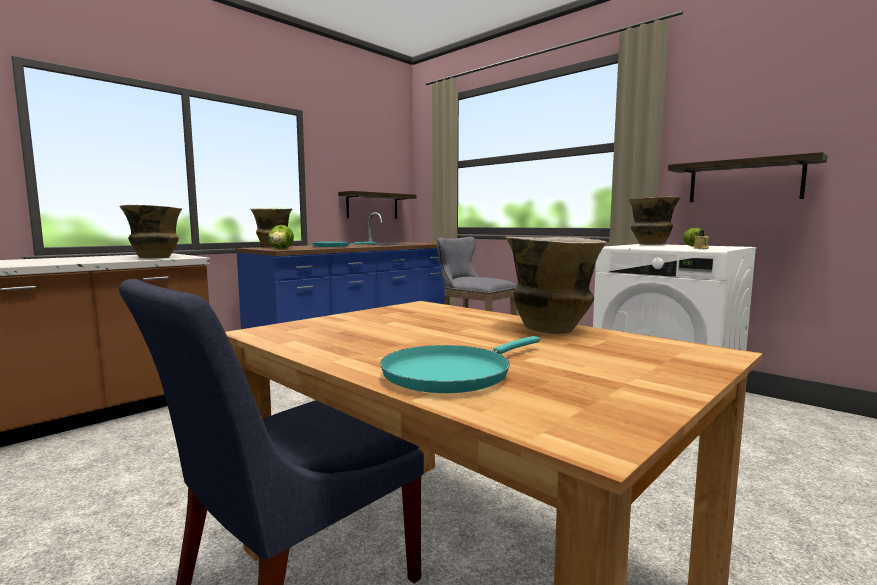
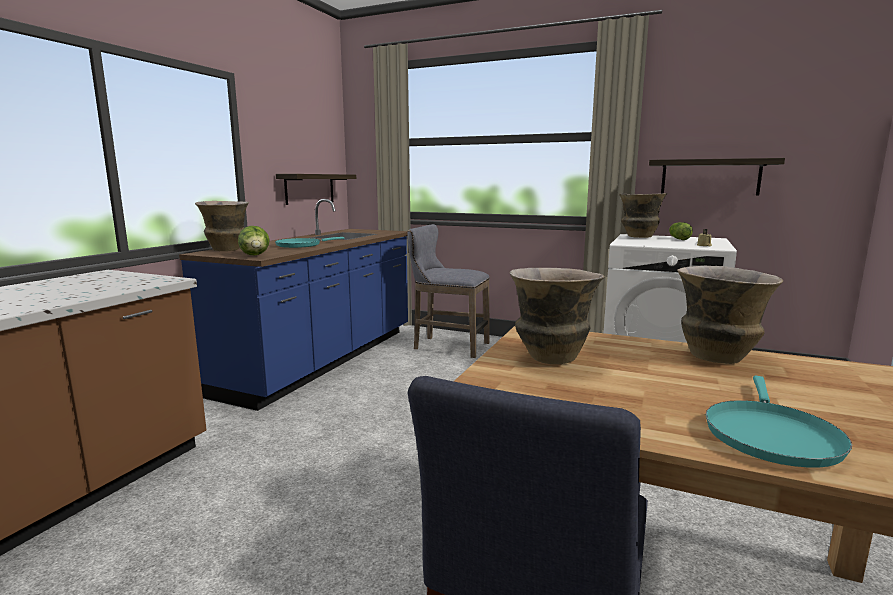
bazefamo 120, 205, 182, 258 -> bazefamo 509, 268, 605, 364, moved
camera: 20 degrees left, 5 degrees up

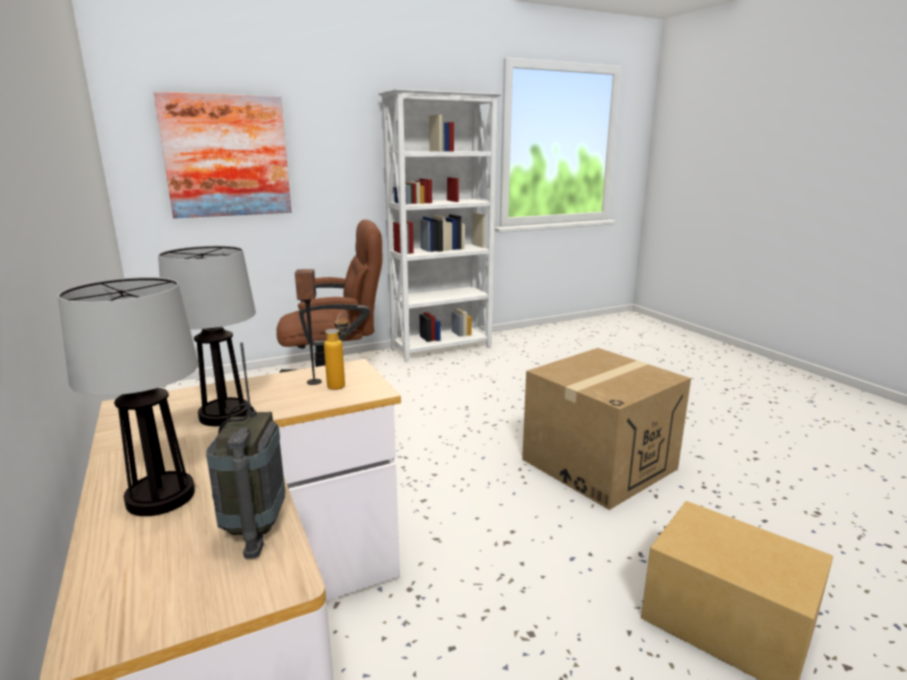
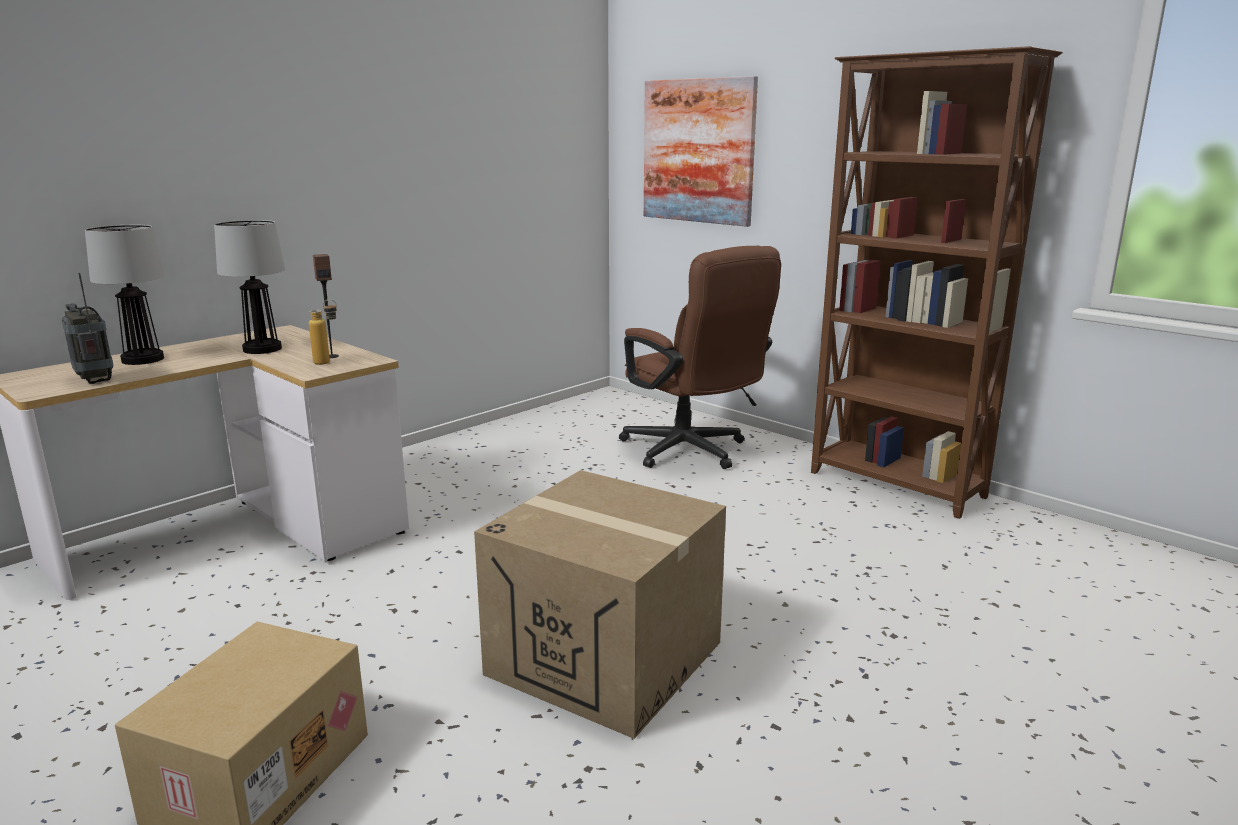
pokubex 206, 343, 285, 559 -> pokubex 62, 273, 114, 384, 75 degrees clockwise
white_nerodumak 378, 89, 502, 362 -> brown_nerodumak 811, 46, 1063, 519
camera: 70 degrees right, 0 degrees up

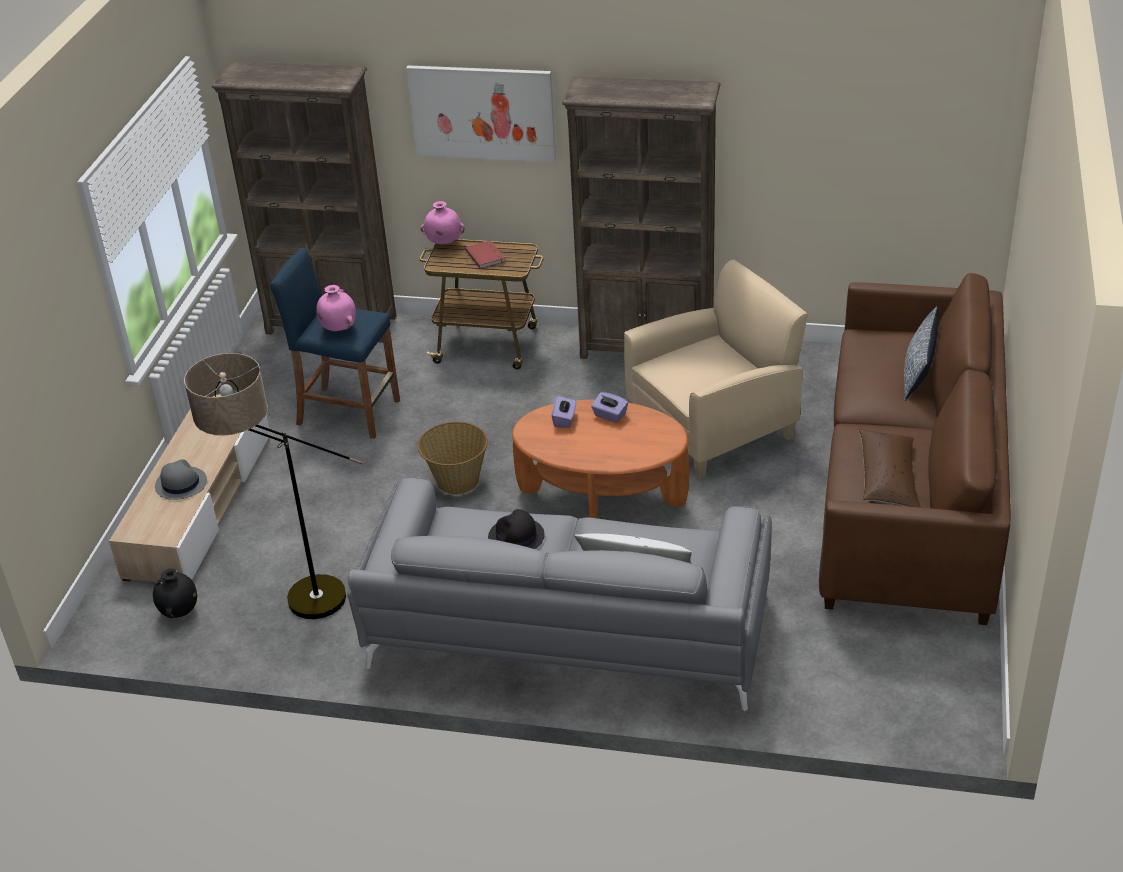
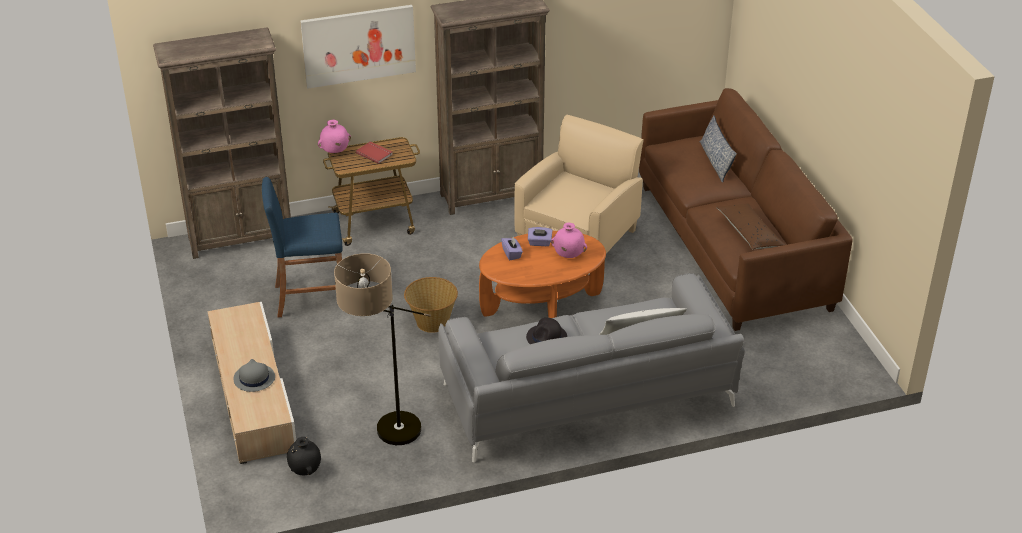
pink_bazefamo 316, 285, 356, 331 -> pink_bazefamo 551, 223, 587, 258, moved
camera: 30 degrees left, 0 degrees up

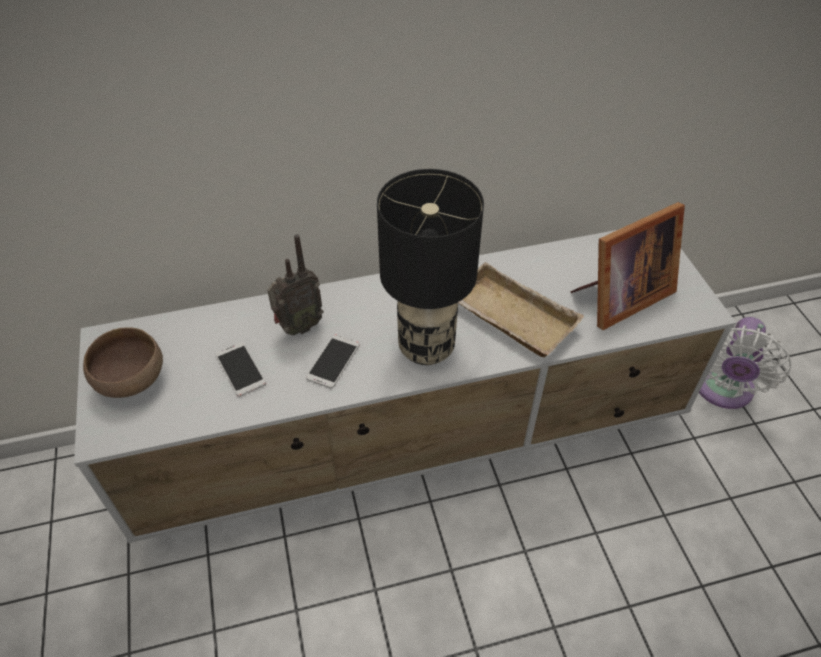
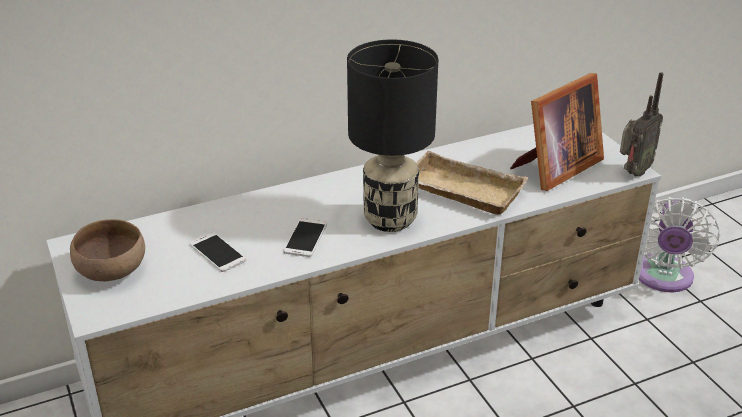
pokubex 267, 234, 324, 335 -> pokubex 620, 72, 664, 177, moved
camera: 10 degrees left, 15 degrees down

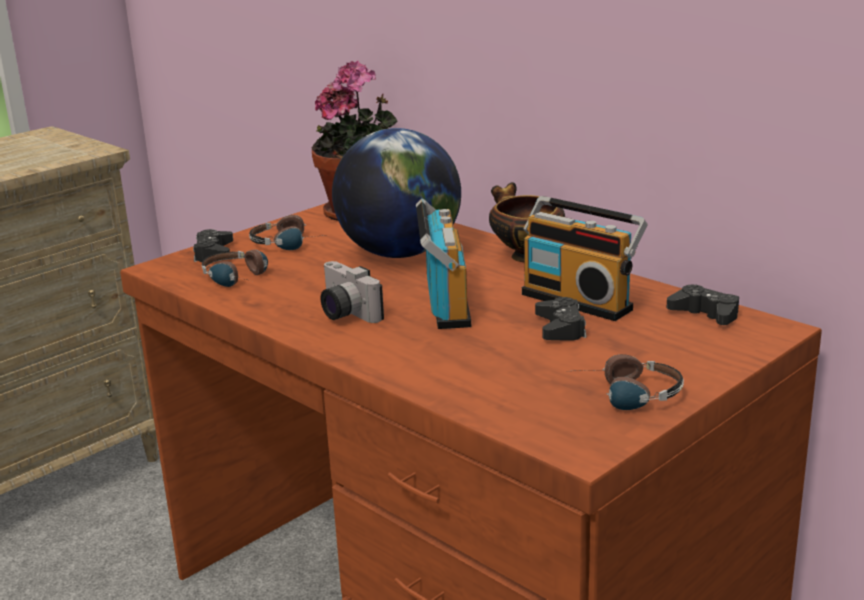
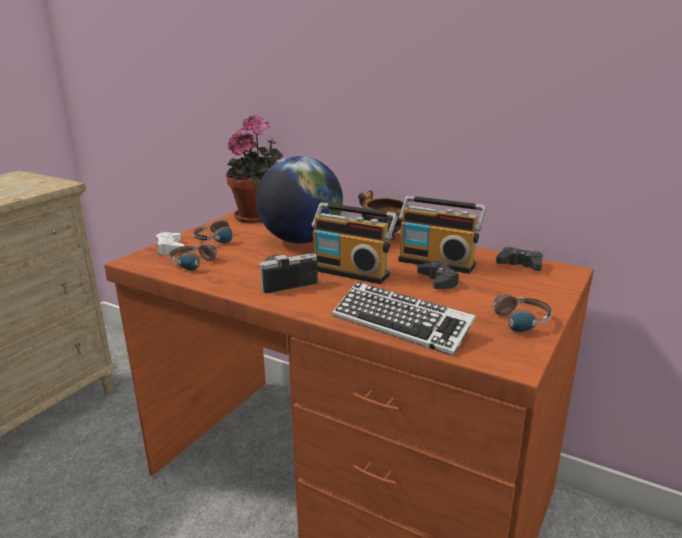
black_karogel 193, 229, 233, 262 -> white_karogel 156, 232, 184, 255
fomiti 321, 261, 384, 323 -> fomiti 259, 253, 318, 293, 120 degrees clockwise
pokubex 416, 198, 471, 329 -> pokubex 311, 202, 398, 284, 135 degrees clockwise
none -> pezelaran 332, 282, 476, 356
camera: 15 degrees left, 0 degrees up

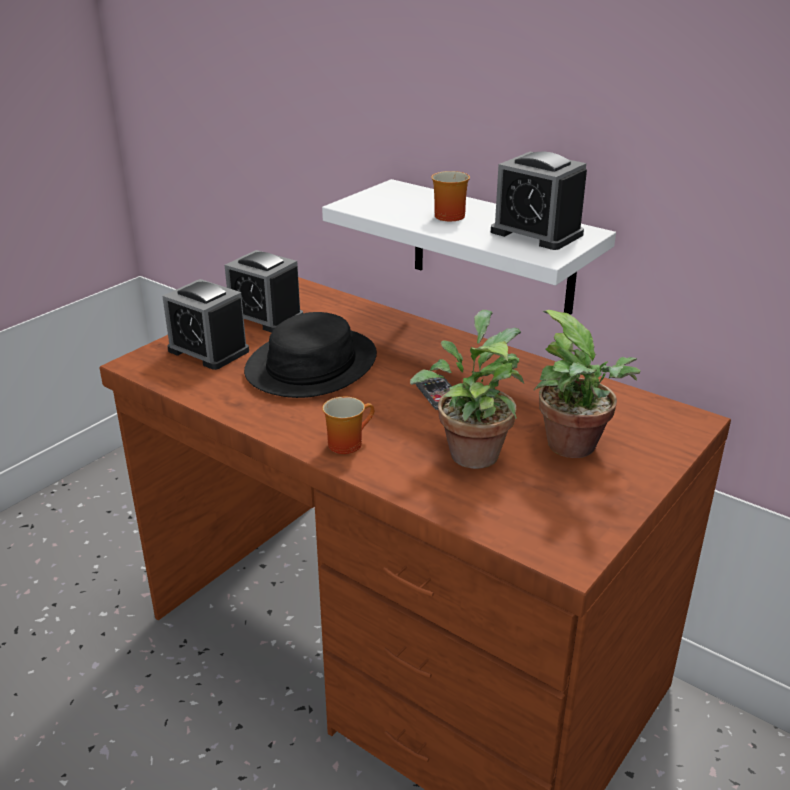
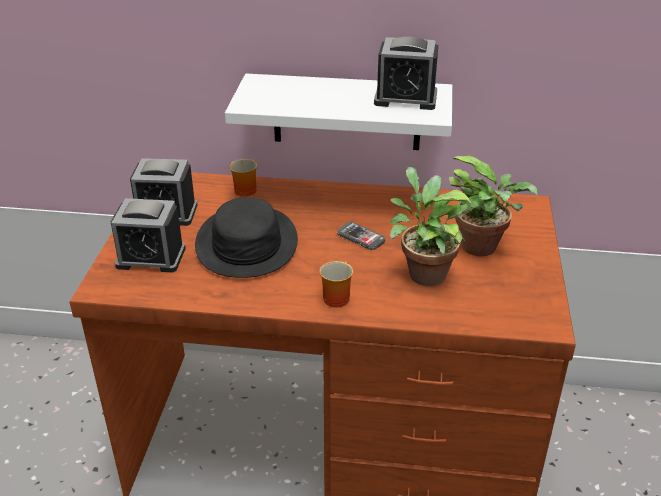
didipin 431, 171, 470, 221 -> didipin 229, 159, 257, 197, moved
camera: 30 degrees left, 5 degrees up

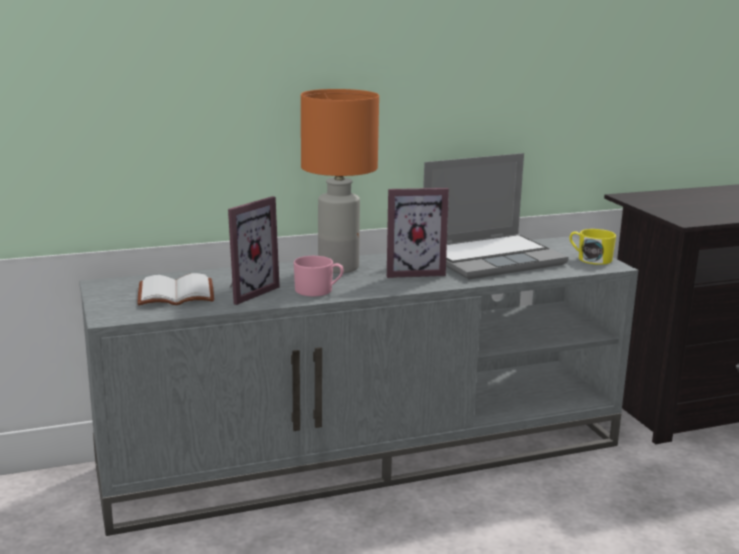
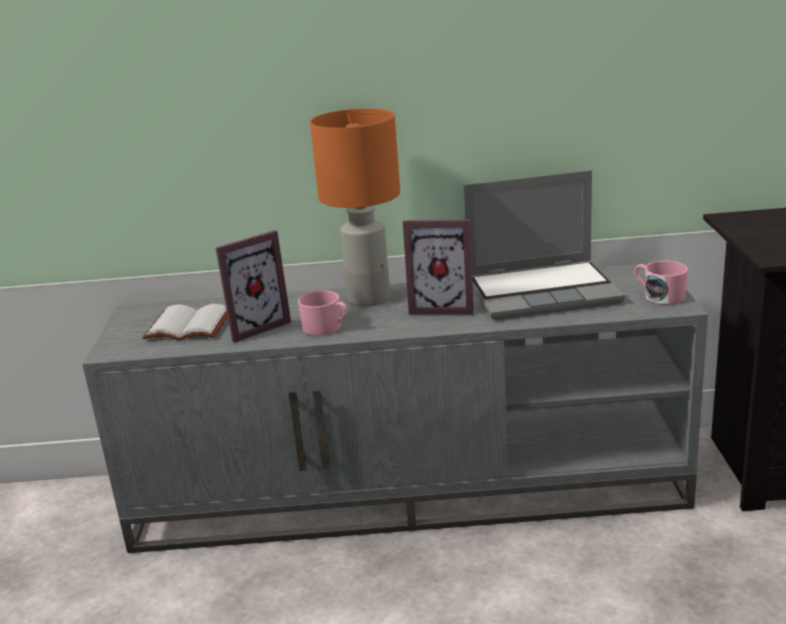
yellow_didipin 569, 229, 616, 265 -> pink_didipin 635, 261, 688, 305
camera: 20 degrees right, 5 degrees up

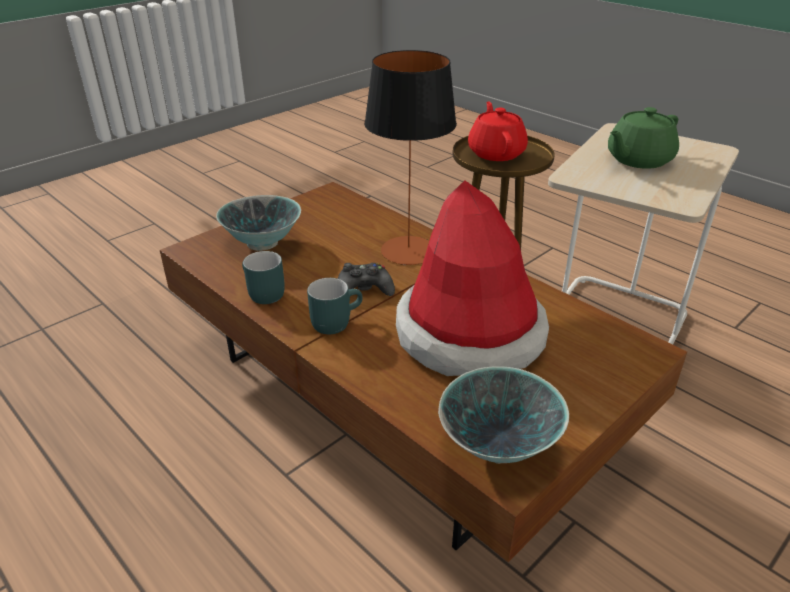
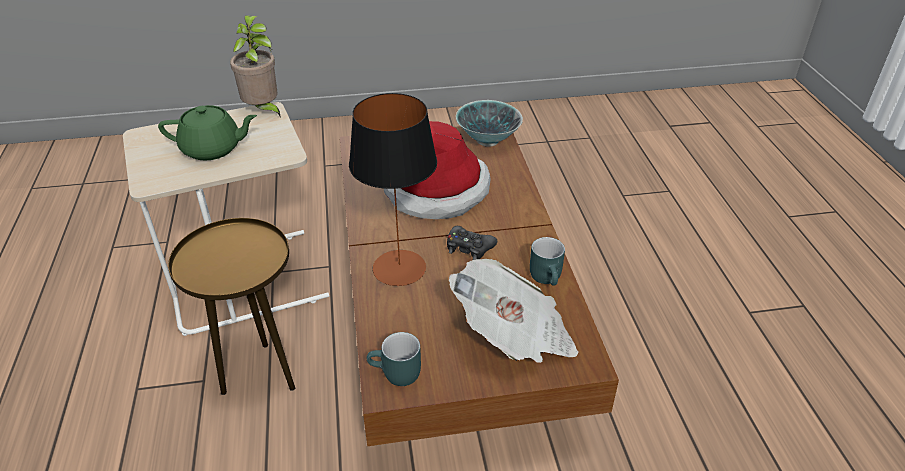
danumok 216, 195, 301, 251 -> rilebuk 449, 259, 578, 363
turquoise_didipin 307, 278, 363, 334 -> turquoise_didipin 367, 332, 421, 386, moved
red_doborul 468, 101, 528, 161 -> none
none -> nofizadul 230, 15, 281, 118
camera: 145 degrees left, 5 degrees up

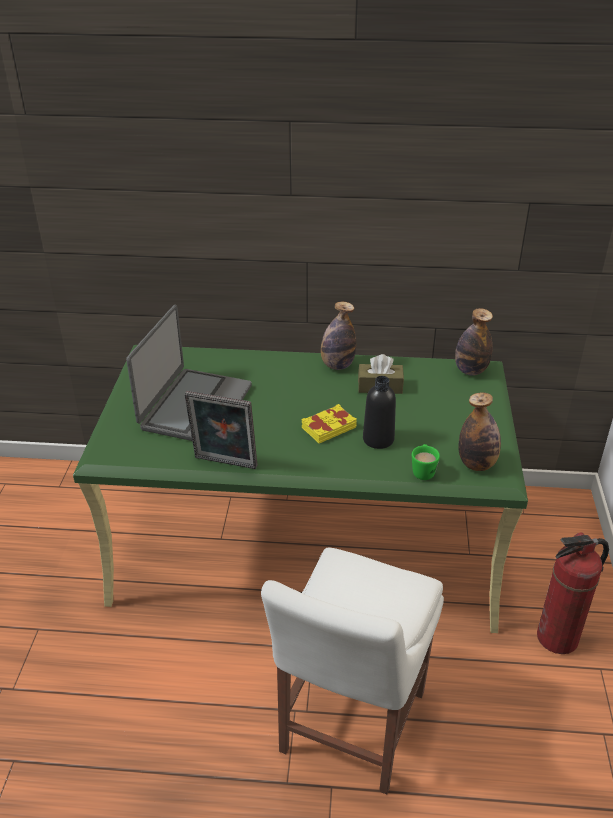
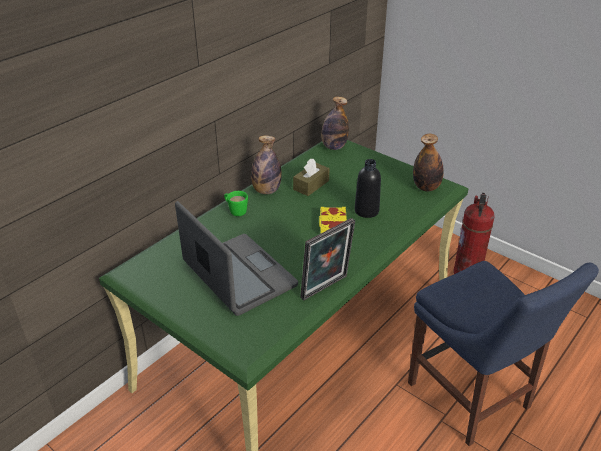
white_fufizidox 261, 548, 444, 795 -> blue_fufizidox 408, 261, 599, 446
green_didipin 412, 444, 440, 480 -> green_didipin 224, 191, 248, 216, moved
camera: 55 degrees left, 0 degrees up

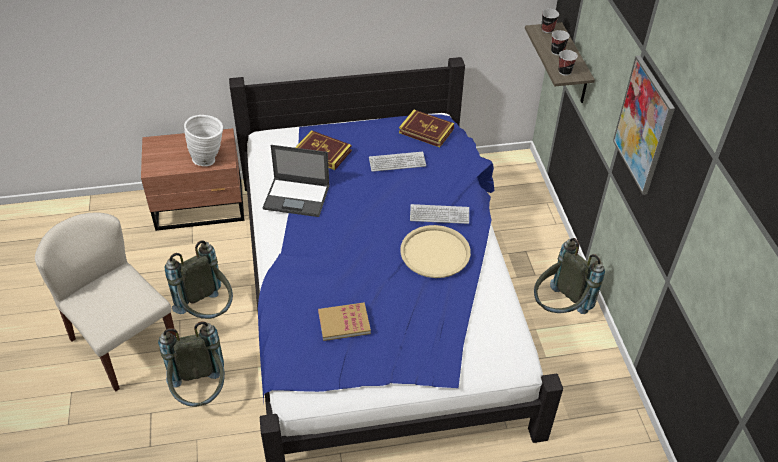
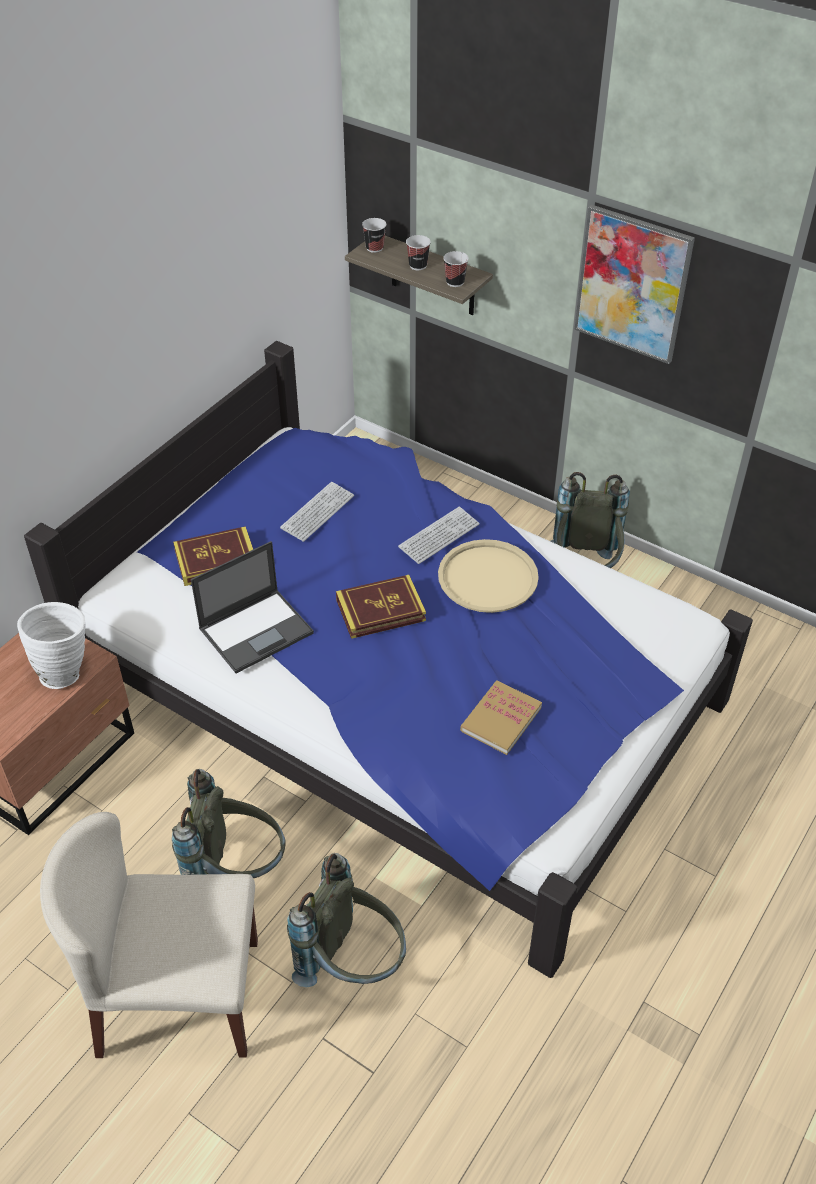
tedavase 399, 110, 454, 147 -> tedavase 336, 575, 426, 639, moved
camera: 45 degrees left, 0 degrees up

